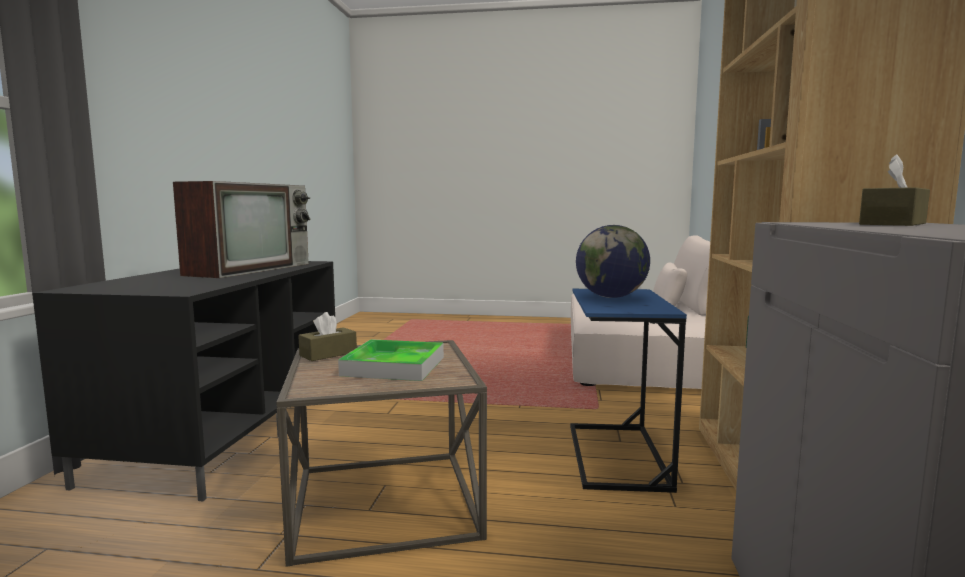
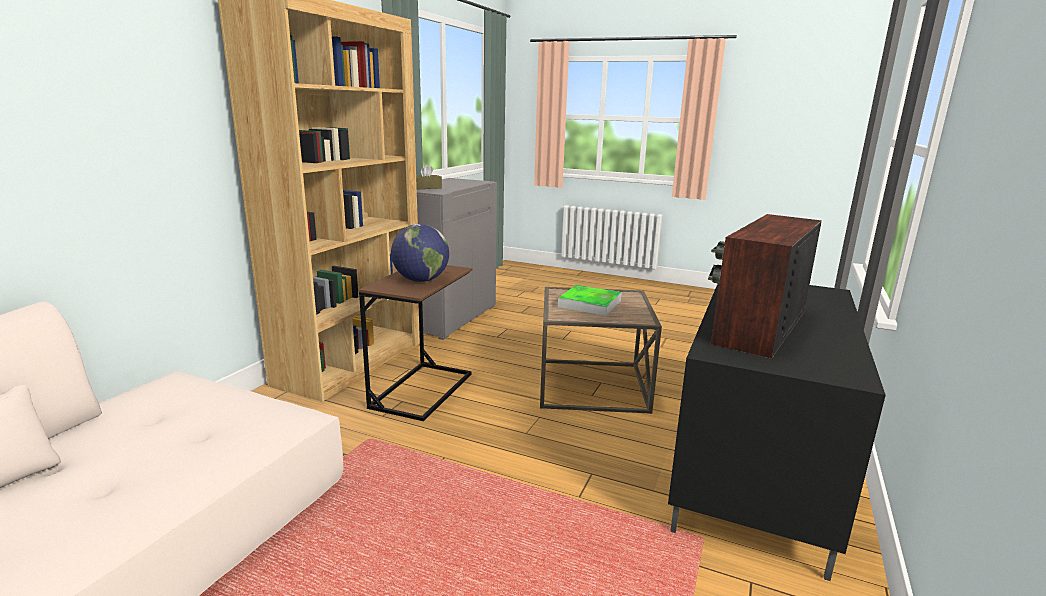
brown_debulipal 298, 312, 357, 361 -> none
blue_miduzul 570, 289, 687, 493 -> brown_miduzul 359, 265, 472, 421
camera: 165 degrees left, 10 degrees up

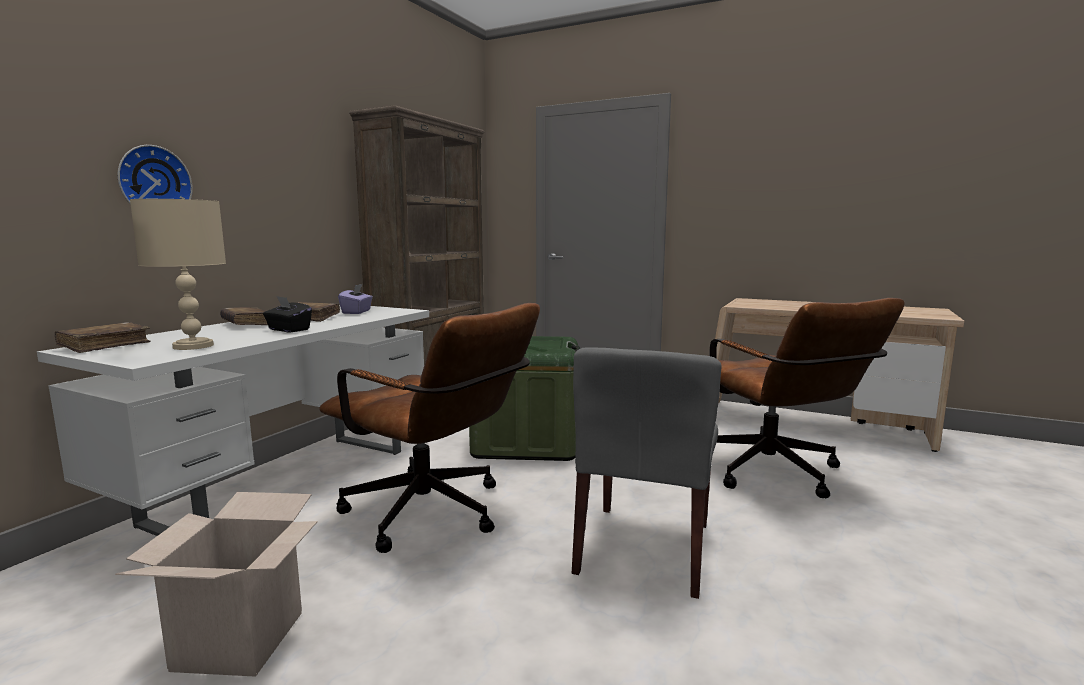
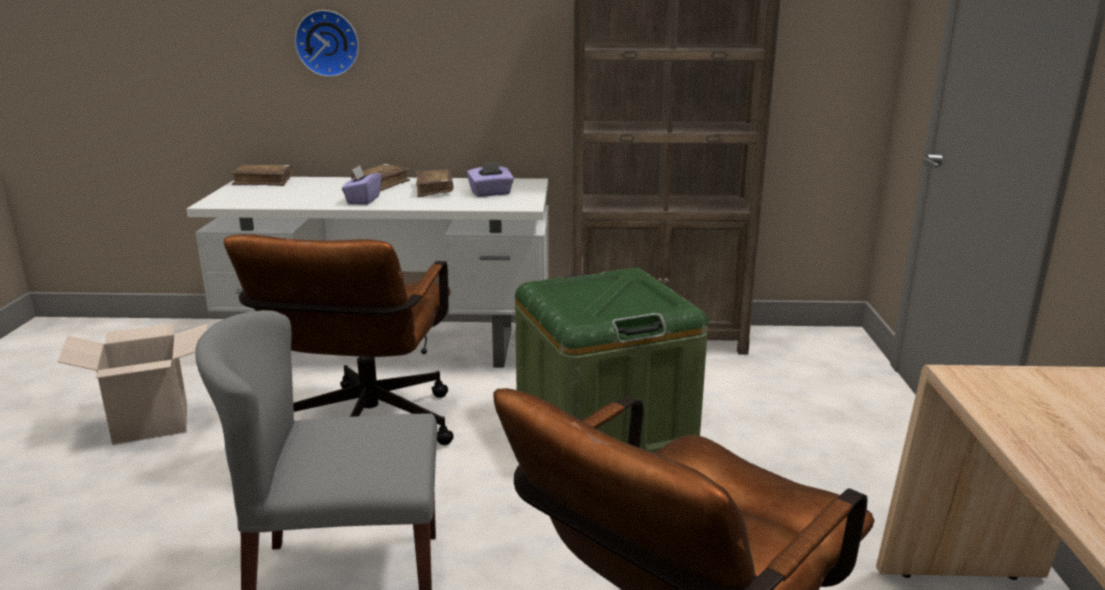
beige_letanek 130, 199, 226, 350 -> none
black_debulipal 263, 296, 312, 332 -> purple_debulipal 342, 165, 381, 205
camera: 65 degrees right, 10 degrees up

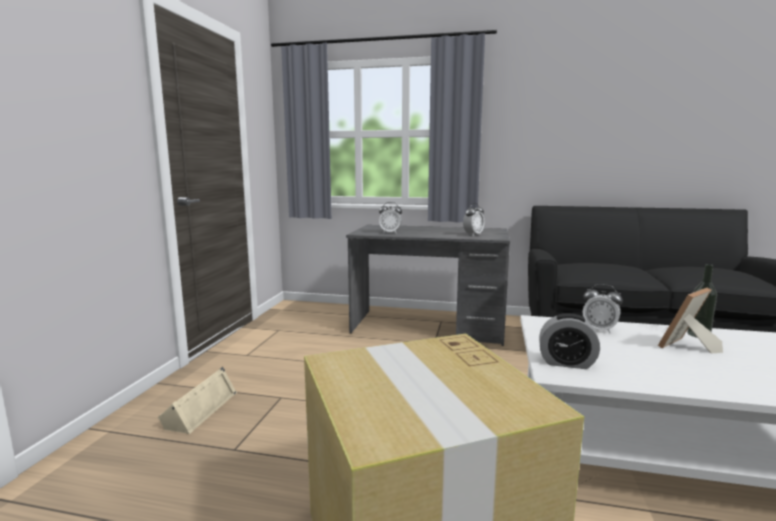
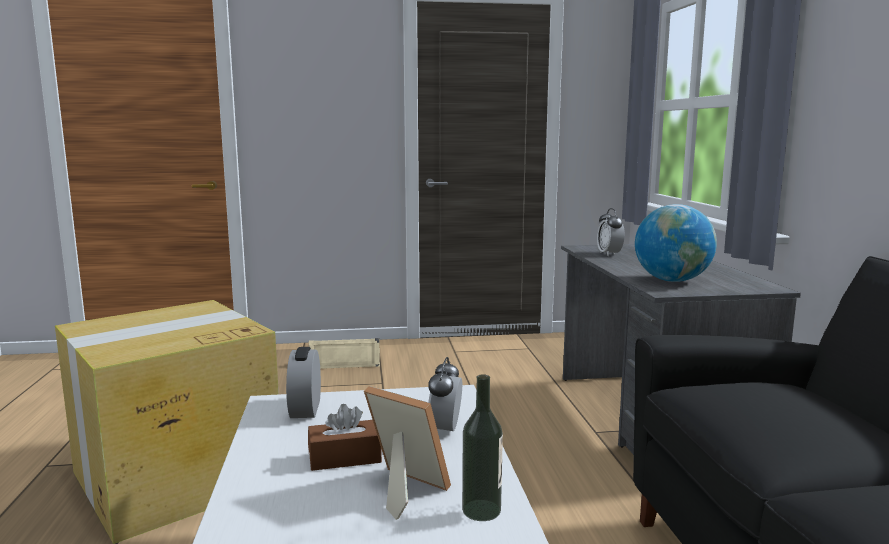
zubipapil 463, 203, 484, 235 -> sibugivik 635, 204, 717, 282
none -> brown_debulipal 308, 404, 382, 471
camera: 70 degrees right, 0 degrees up

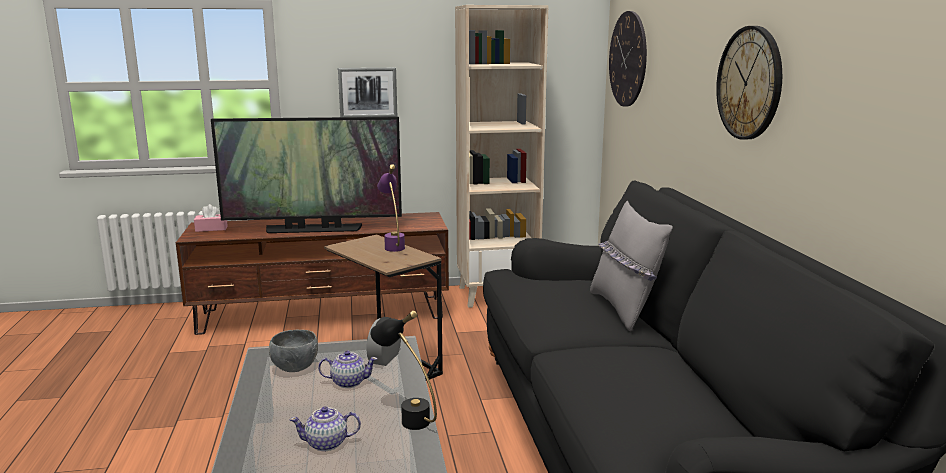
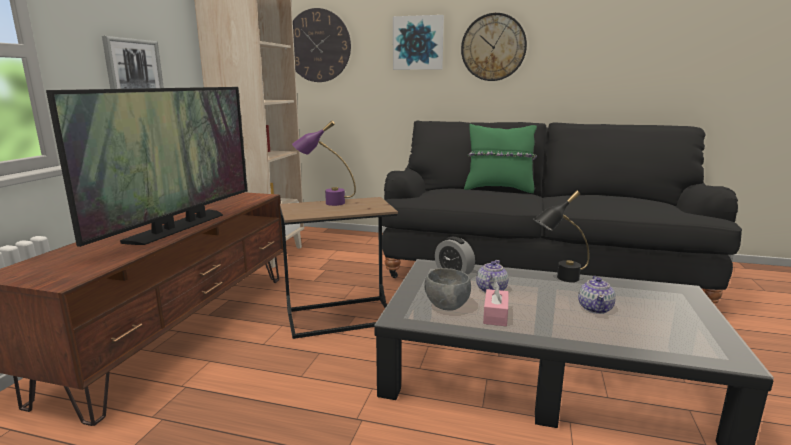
pink_debulipal 194, 204, 228, 232 -> pink_debulipal 483, 281, 509, 326, moved
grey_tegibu 590, 201, 673, 331 -> green_tegibu 464, 124, 537, 193
none -> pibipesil 393, 15, 444, 70
camera: 65 degrees left, 0 degrees up

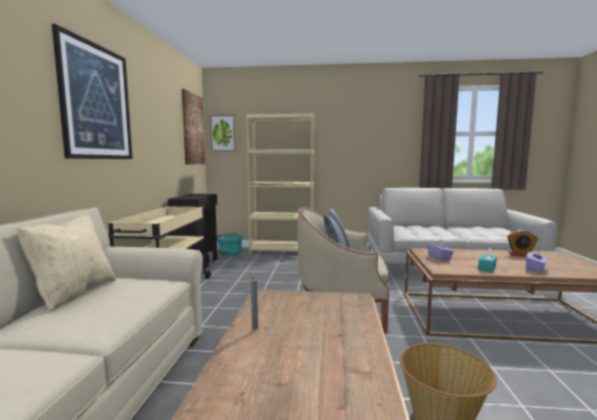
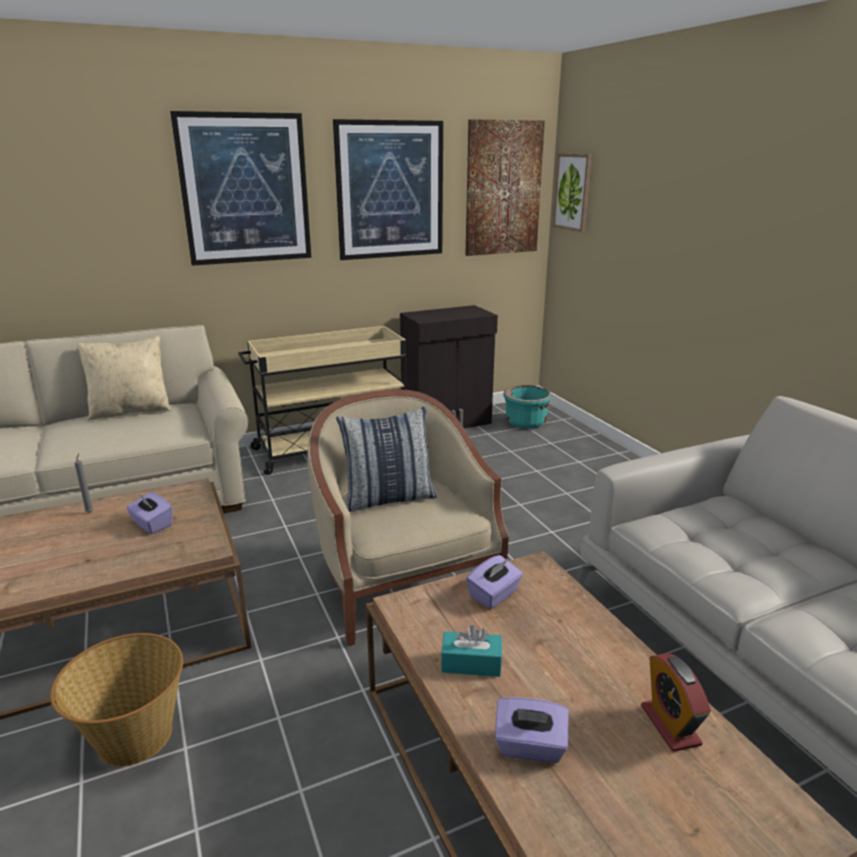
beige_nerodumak 246, 114, 315, 254 -> none
none -> purple_debulipal 126, 492, 173, 534
none -> pibipesil 333, 119, 443, 260
camera: 60 degrees right, 15 degrees up

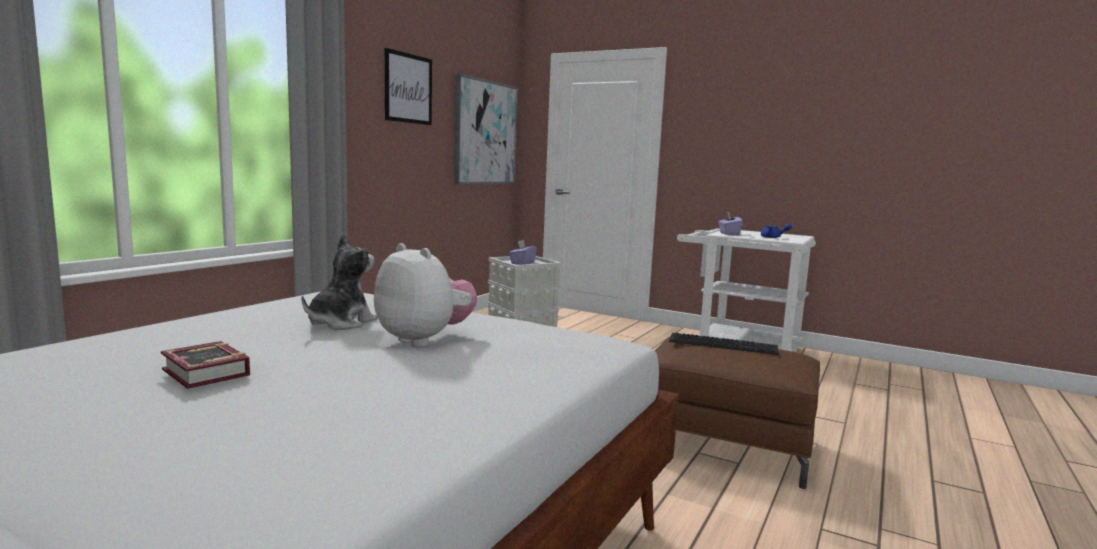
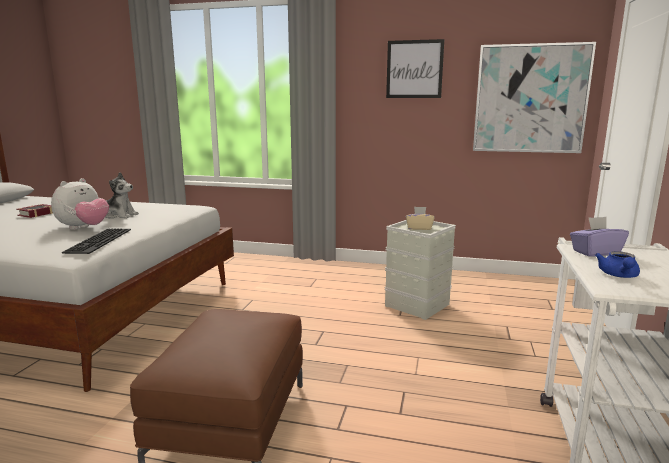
purple_debulipal 509, 240, 537, 265 -> beige_debulipal 406, 207, 435, 230
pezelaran 669, 333, 779, 355 -> pezelaran 62, 228, 131, 254, moved
camera: 75 degrees right, 5 degrees up

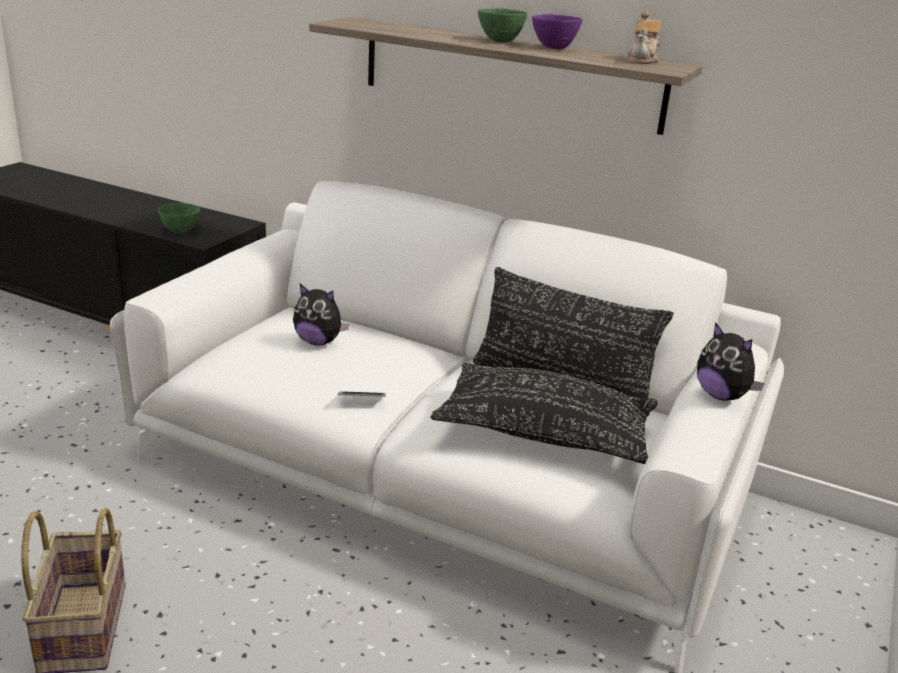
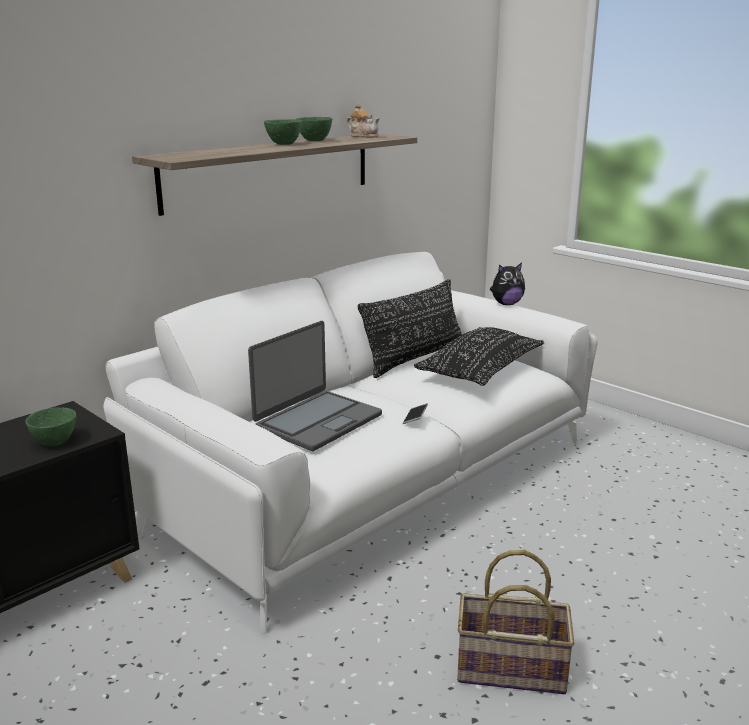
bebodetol 293, 284, 350, 346 -> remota 248, 321, 382, 451
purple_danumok 532, 14, 582, 49 -> green_danumok 296, 117, 332, 141
camera: 70 degrees left, 5 degrees down

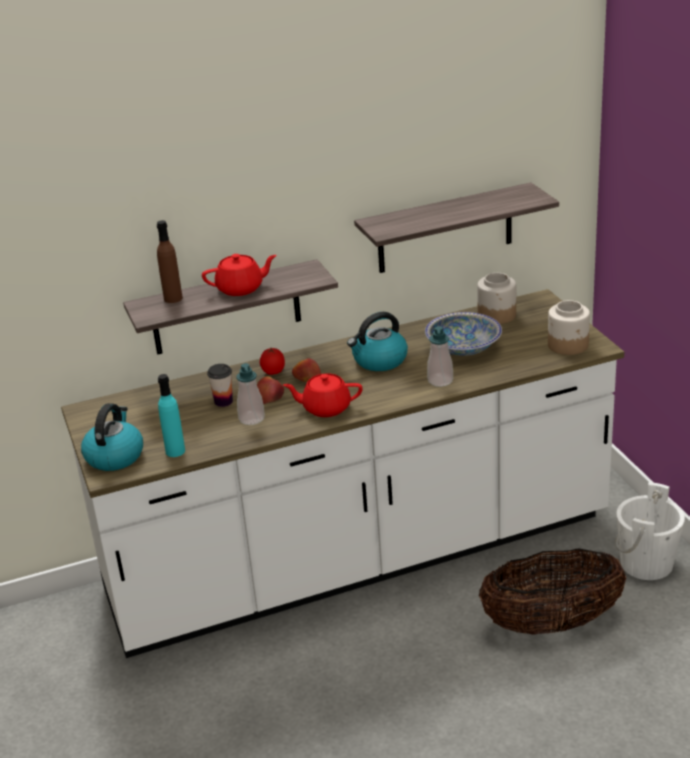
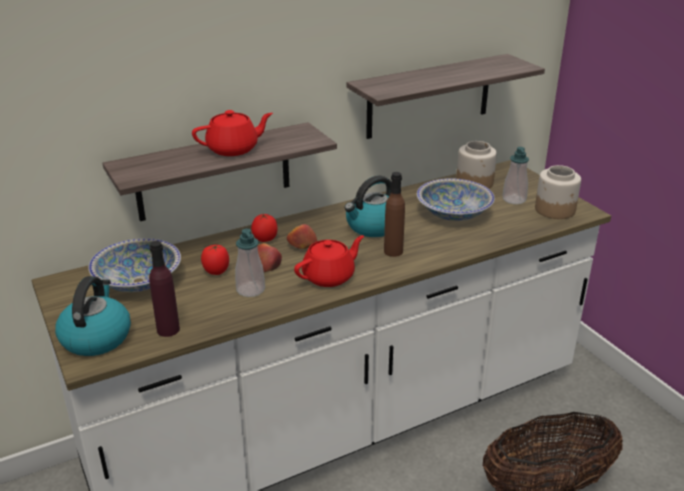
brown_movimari 157, 220, 183, 303 -> brown_movimari 384, 172, 405, 257, moved
turquoise_movimari 158, 374, 185, 457 -> purple_movimari 149, 241, 180, 337
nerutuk 207, 364, 233, 407 -> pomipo 201, 245, 229, 275
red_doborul 283, 373, 363, 417 -> red_doborul 294, 235, 364, 287, 150 degrees clockwise
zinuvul 427, 326, 453, 387 -> zinuvul 503, 147, 529, 204, moved
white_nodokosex 615, 482, 685, 580 -> none
none -> danumok 88, 238, 181, 292
camera: 10 degrees left, 0 degrees up

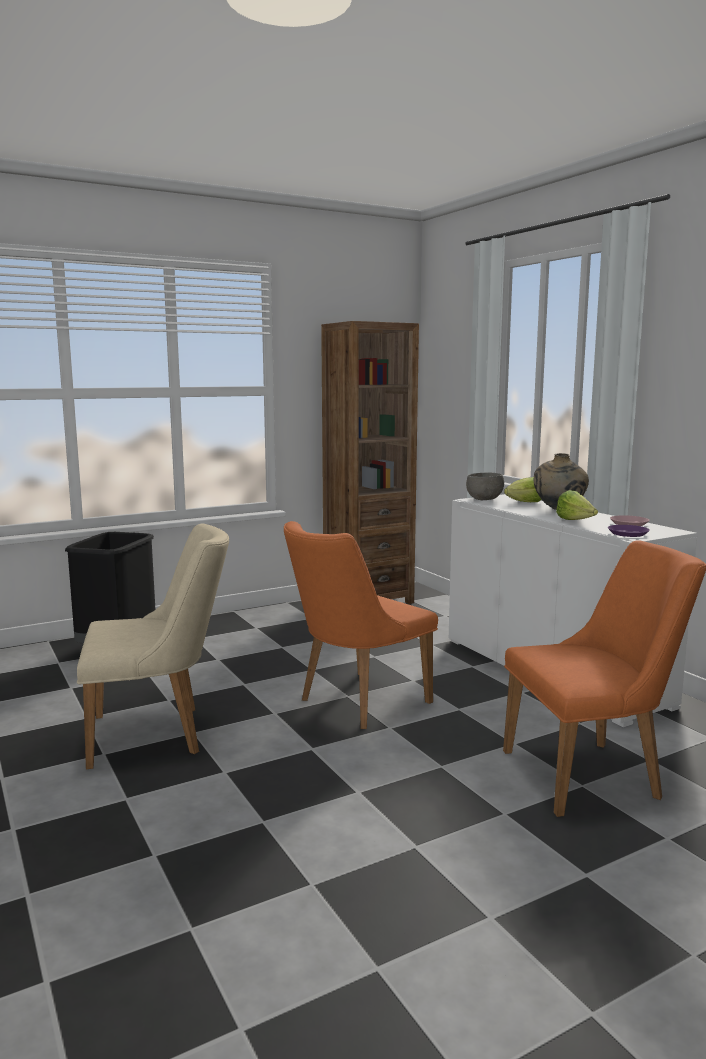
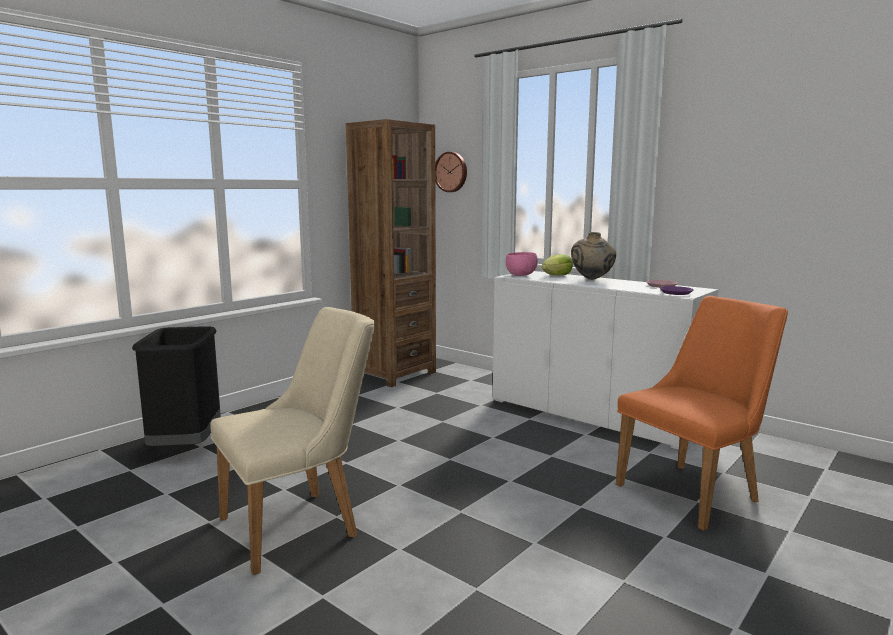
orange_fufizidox 284, 521, 438, 729 -> none
grey_danumok 466, 473, 504, 500 -> pink_danumok 506, 252, 538, 276
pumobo 556, 490, 598, 520 -> none
none -> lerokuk 435, 152, 467, 192
camera: 20 degrees left, 0 degrees up

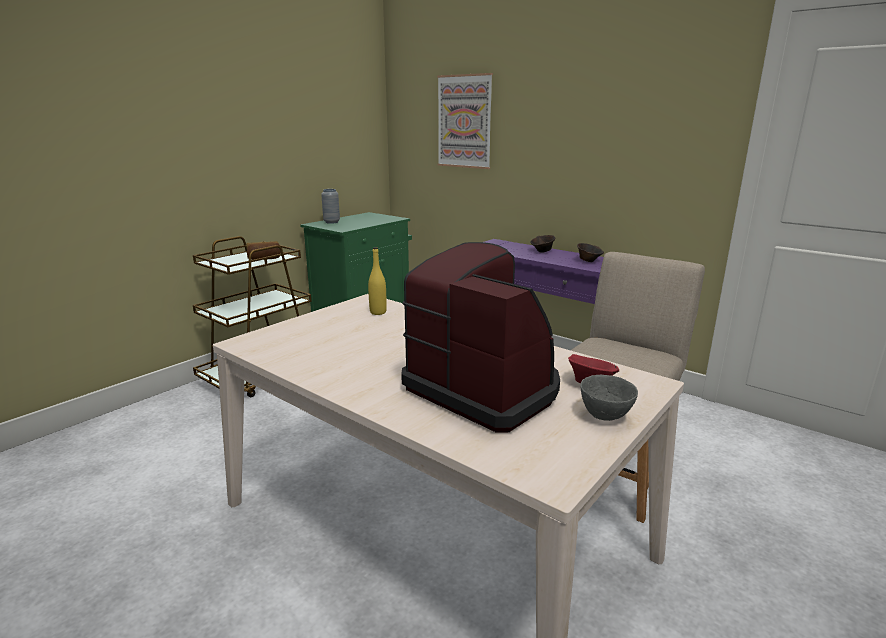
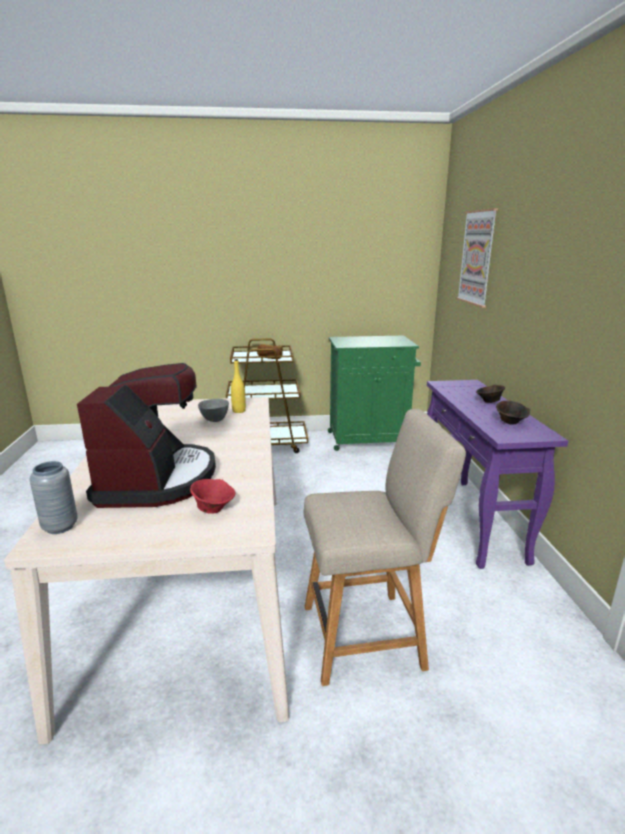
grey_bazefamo 321, 189, 340, 224 -> grey_bazefamo 29, 461, 78, 534, moved
grey_danumok 580, 375, 638, 421 -> grey_danumok 198, 399, 229, 422, moved
camera: 45 degrees right, 0 degrees up

